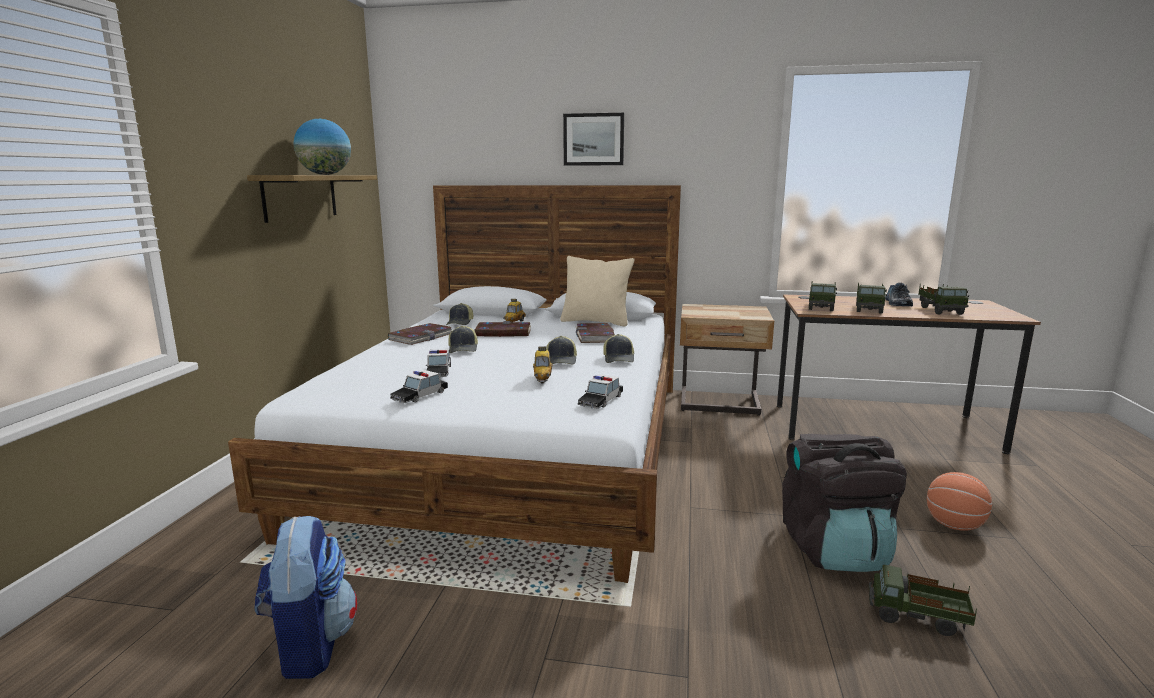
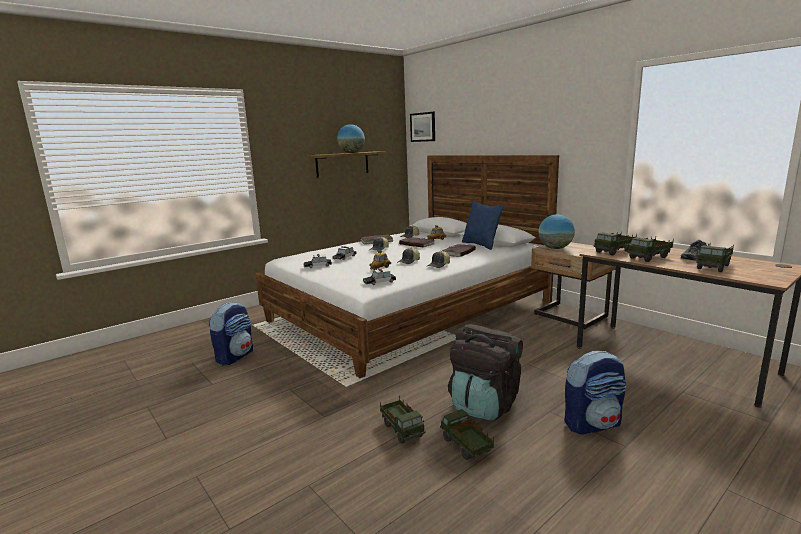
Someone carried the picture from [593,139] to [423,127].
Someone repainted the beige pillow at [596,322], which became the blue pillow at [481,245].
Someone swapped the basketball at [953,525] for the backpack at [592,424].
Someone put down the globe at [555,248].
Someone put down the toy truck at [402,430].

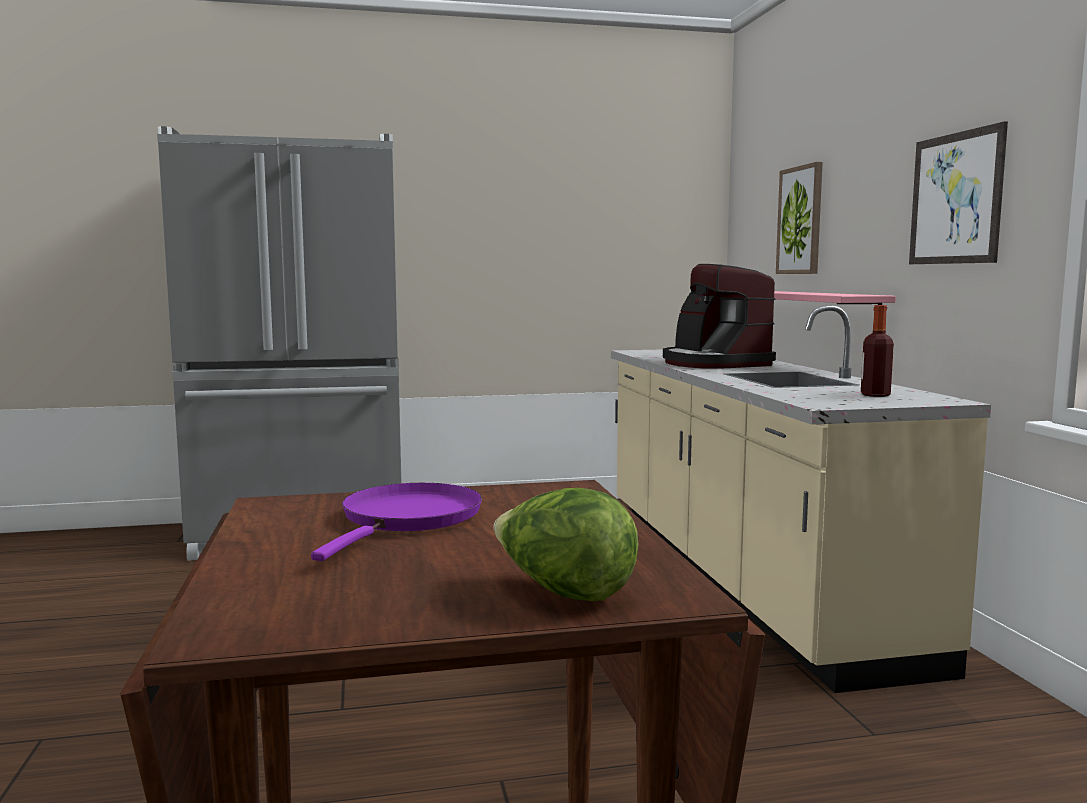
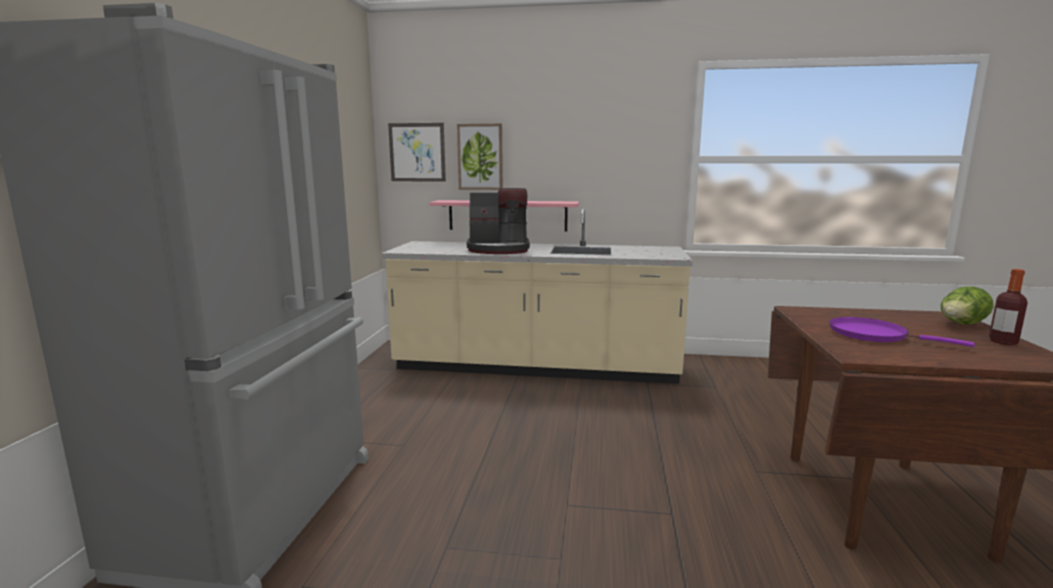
Someone carried the picture from [955,198] to [417,152].
Someone carried the bottle from [875,395] to [1003,342].

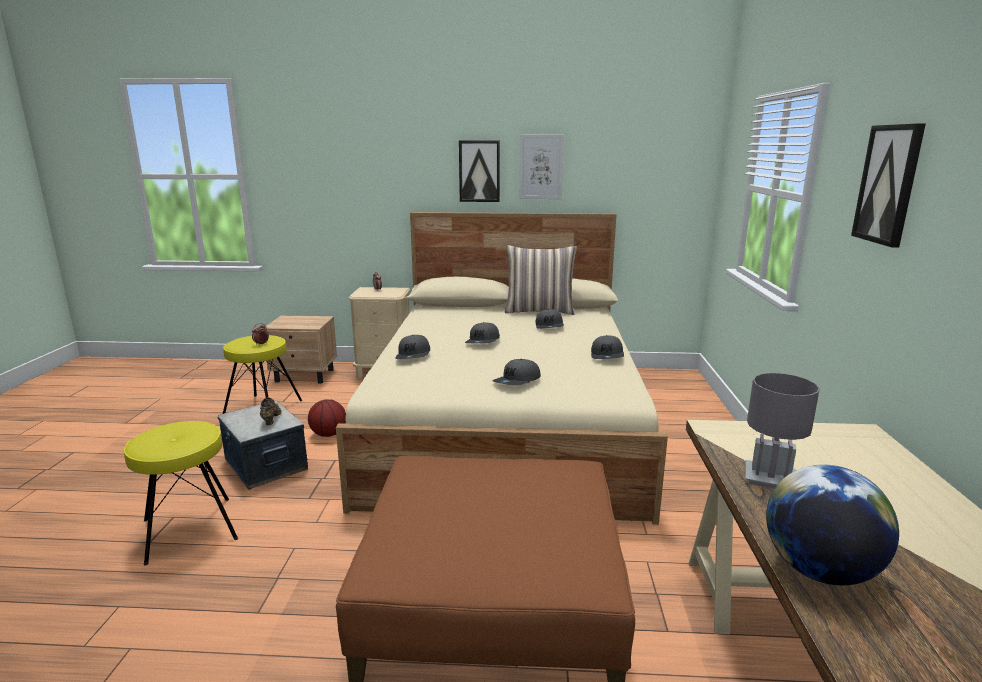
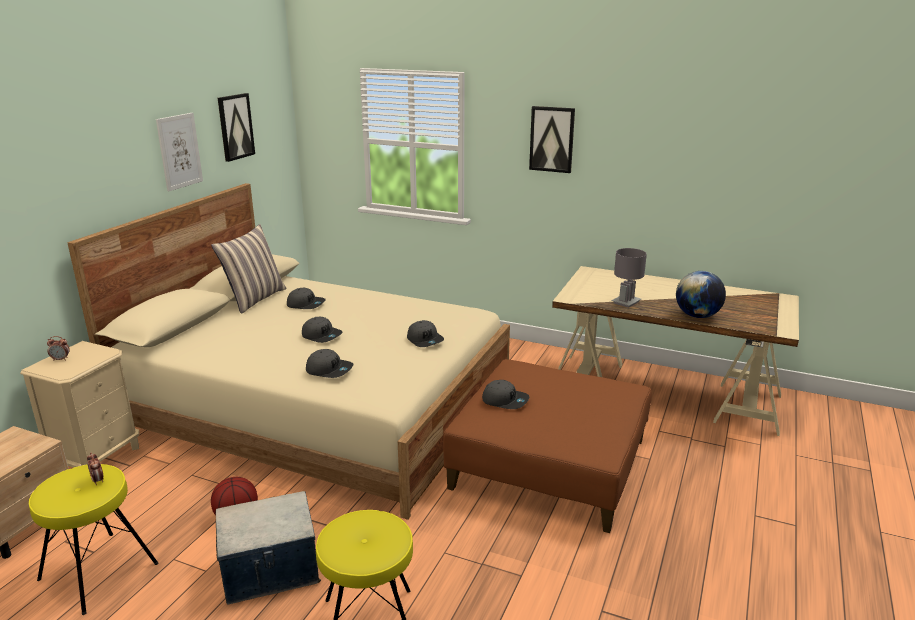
Someone carried the picture from [479,171] to [235,127].
Someone carried the grey cap from [607,356] to [505,400].
Someone took away the brown shoe at [271,419].

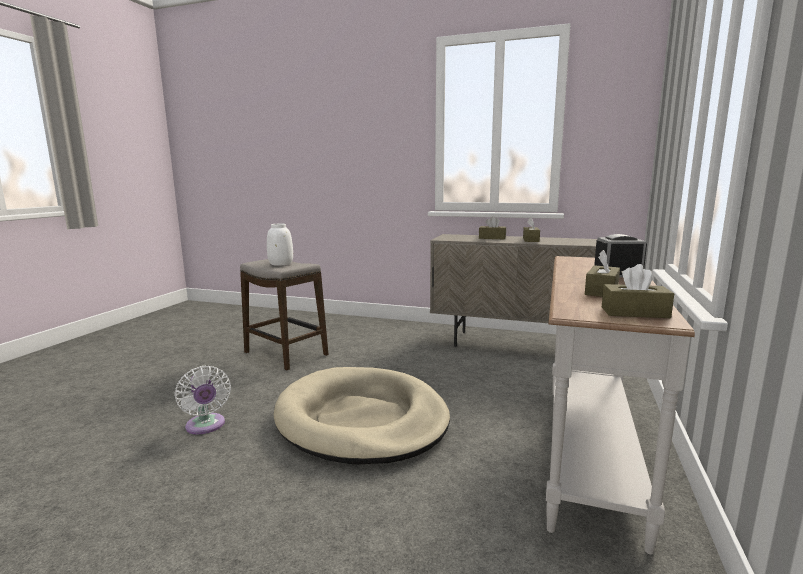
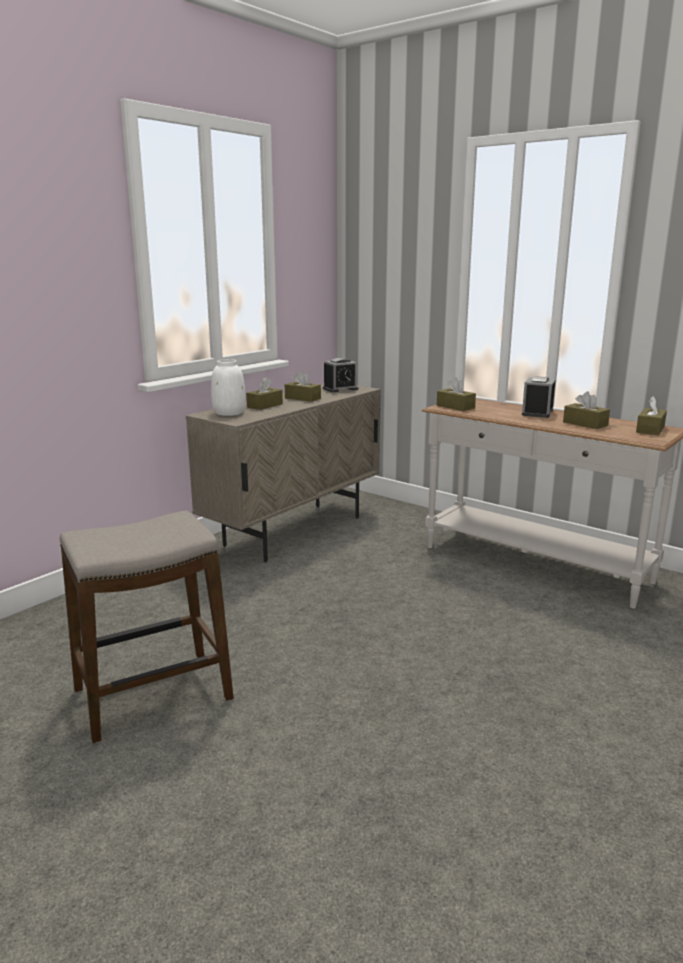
Someone carried the white vase from [280,263] to [229,413].
Someone took away the white fan at [206,426].
Someone took away the beige dog bed at [362,420].
Someone put down the alarm clock at [340,389].
Someone put down the brown tissue box at [455,407].

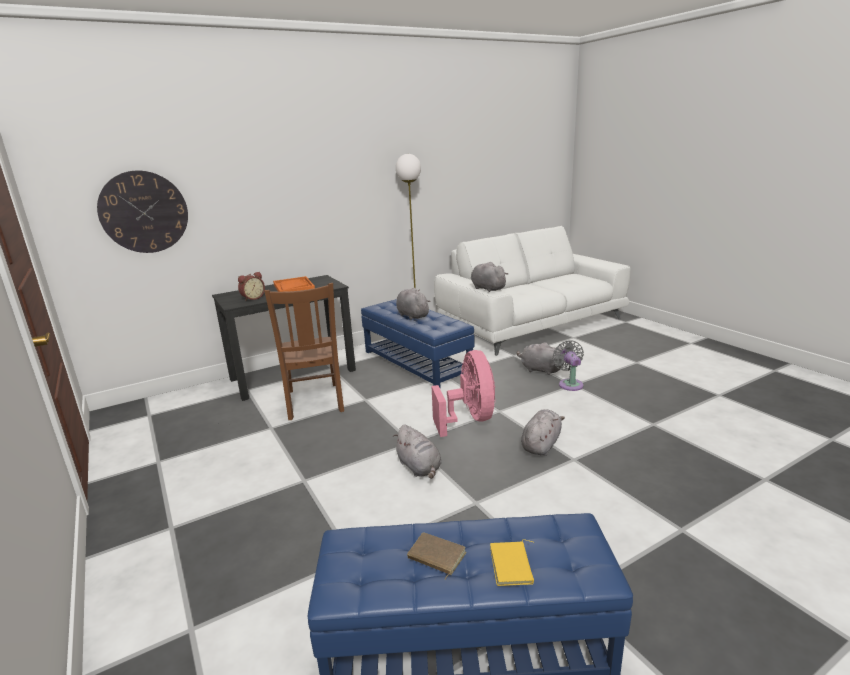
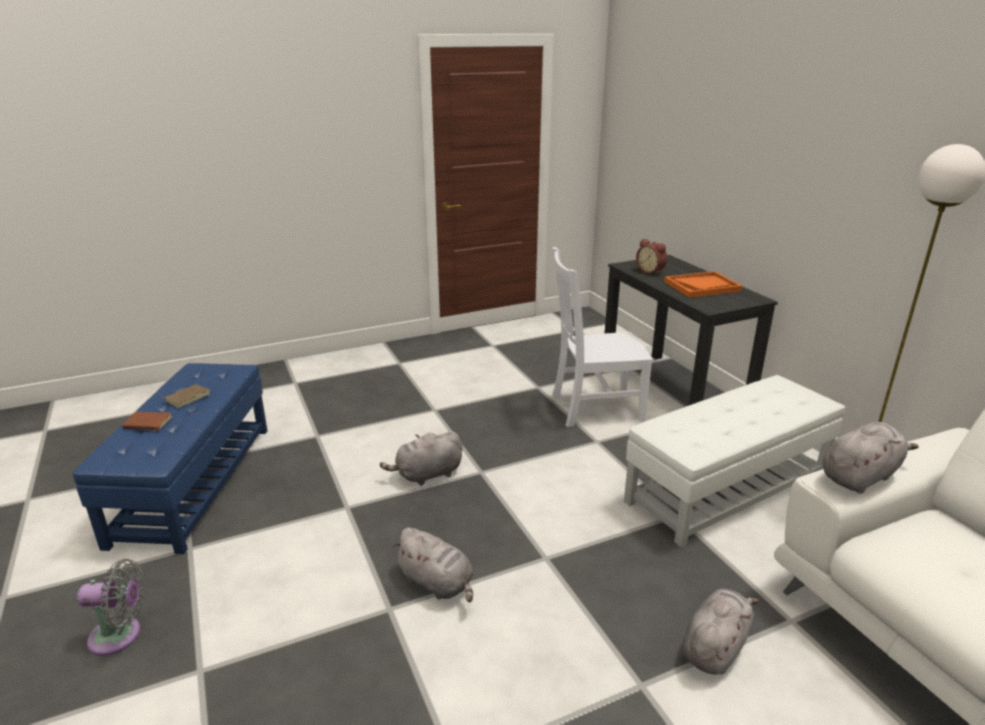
Someone took away the wall clock at [144,212].
Someone repainted the brown chair at [314,402], which became the white chair at [593,408].
Someone took away the grey plush toy at [412,315].
Someone repainted the blue ottoman at [415,363], which became the white ottoman at [726,488].
Someone carried the grey fan from [569,384] to [120,636].
Someone took away the pink fan at [469,419].
Someone repainted the yellow book at [513,566], which became the brown book at [147,424].

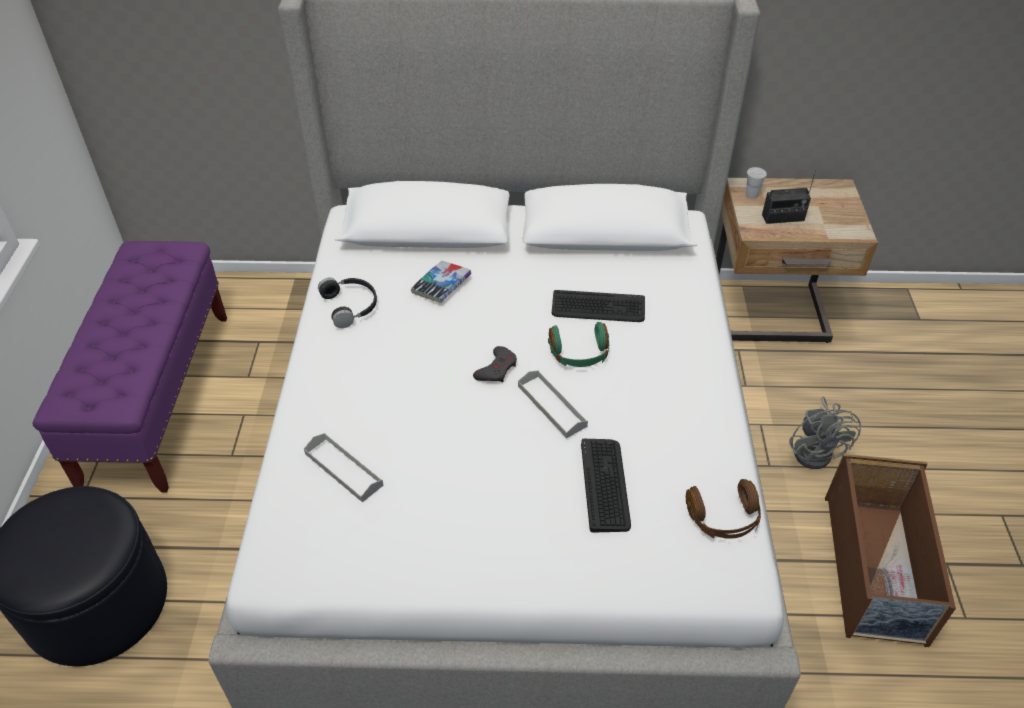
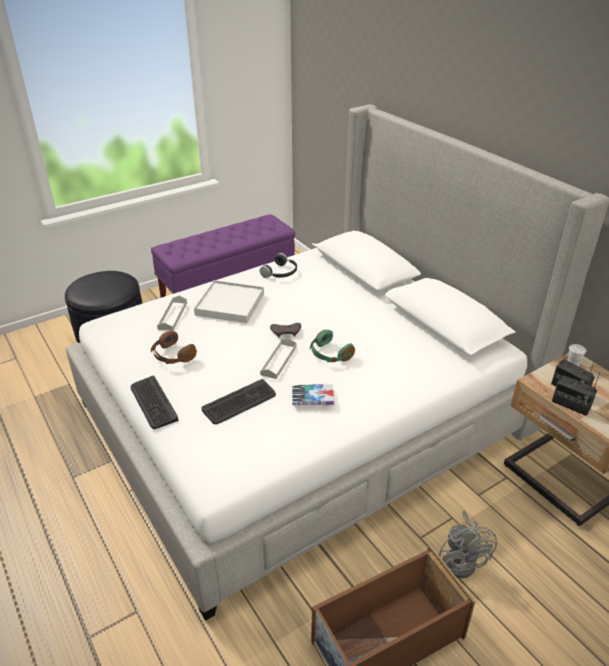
Someone carried the book from [441,286] to [312,398].
Someone carried the keyboard from [598,307] to [153,403].
Someone rotated the grey fan at [816,450] by 60 degrees counterclockwise.
Someone carried the brown headphones from [723,518] to [172,356].
Someone put down the white tray at [230,304].
Someone put down the radio at [570,405].

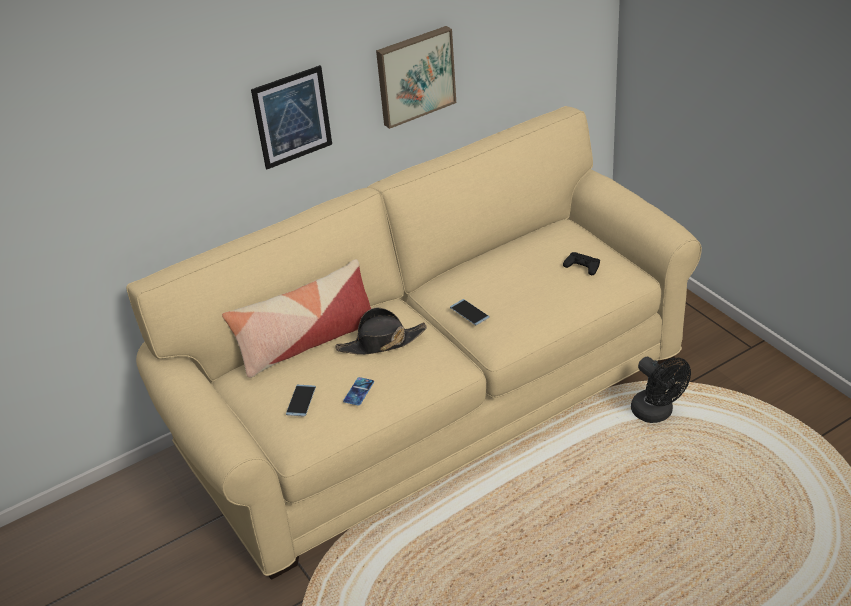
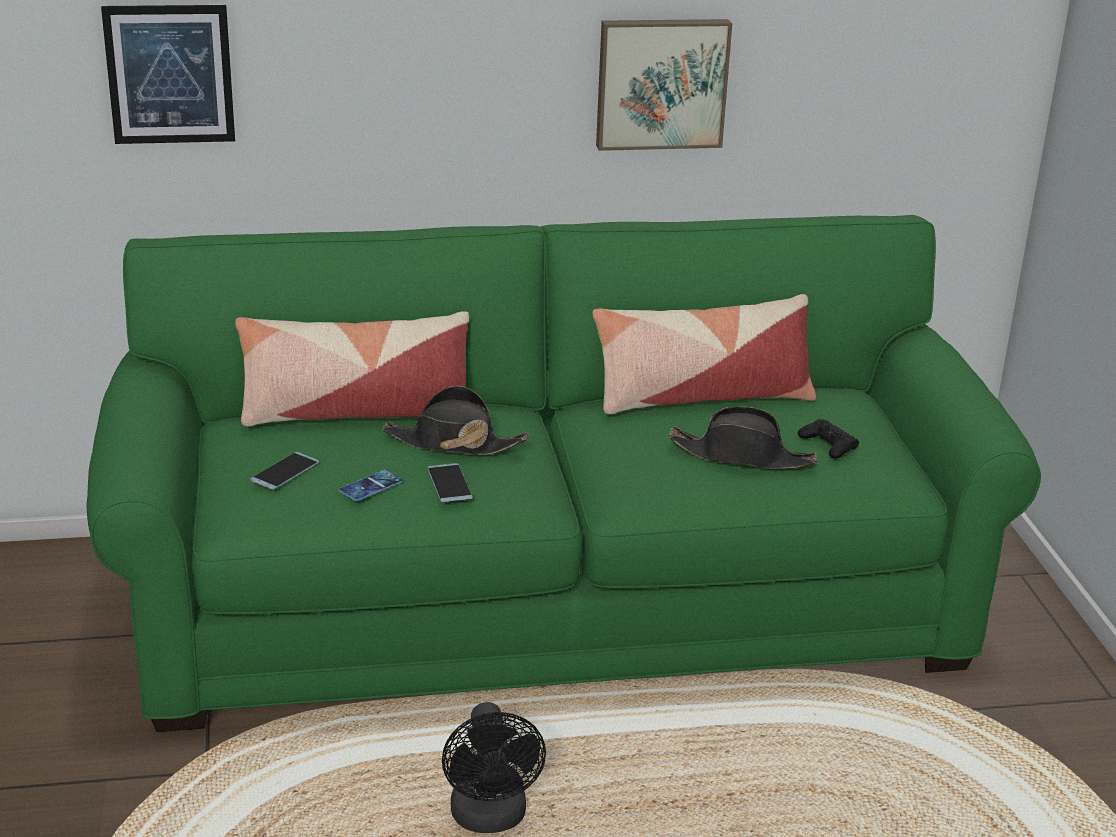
Someone carried the picture from [292,117] to [170,74].
Someone repainted the beige sofa at [435,404], which became the green sofa at [552,605].
Someone carried the phone from [469,312] to [449,483].
Someone carried the black fan from [657,413] to [490,818].
Someone put down the pillow at [702,397].
Someone put down the black hat at [742,456].

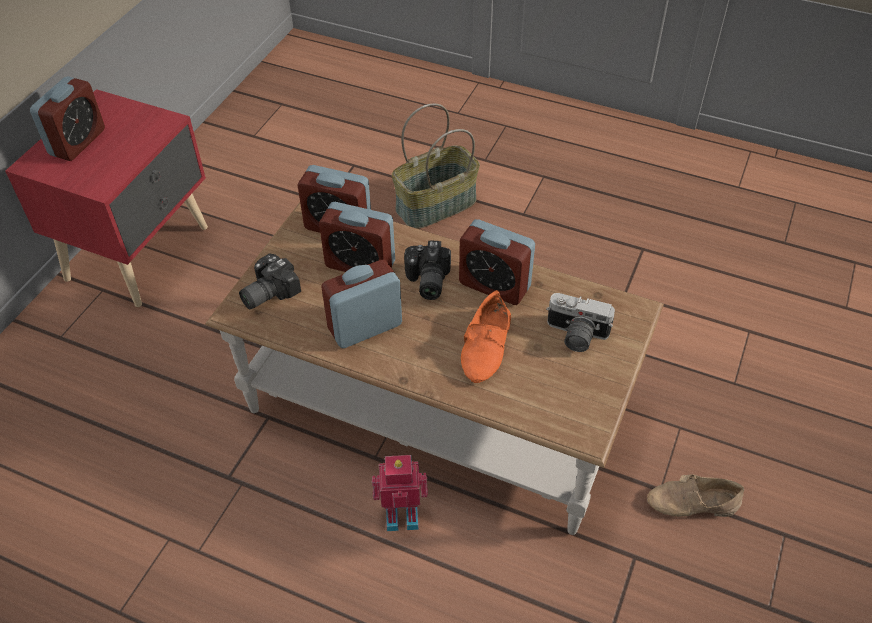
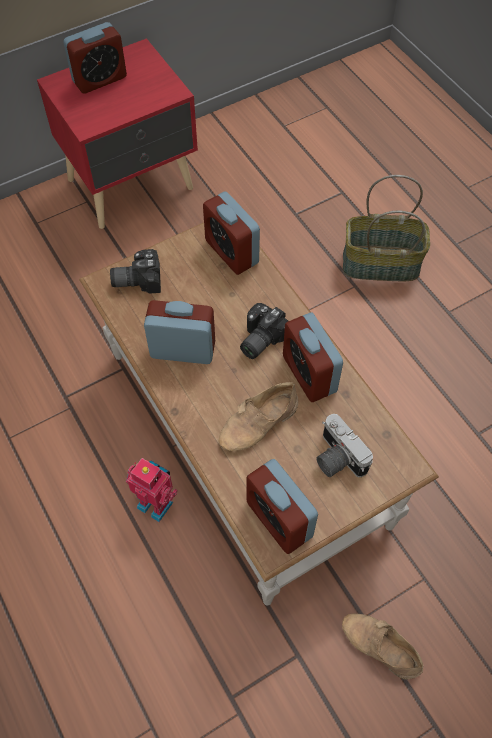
Someone carried the alarm clock from [360,264] to [279,519].
Someone repainted the orange shoe at [488,346], which became the beige shoe at [260,424].

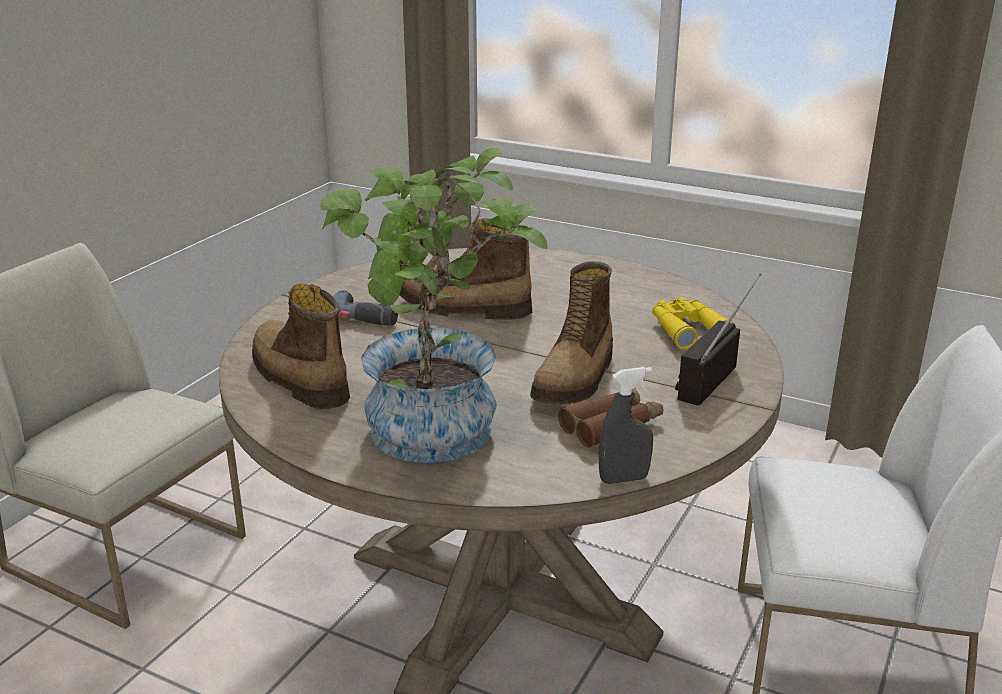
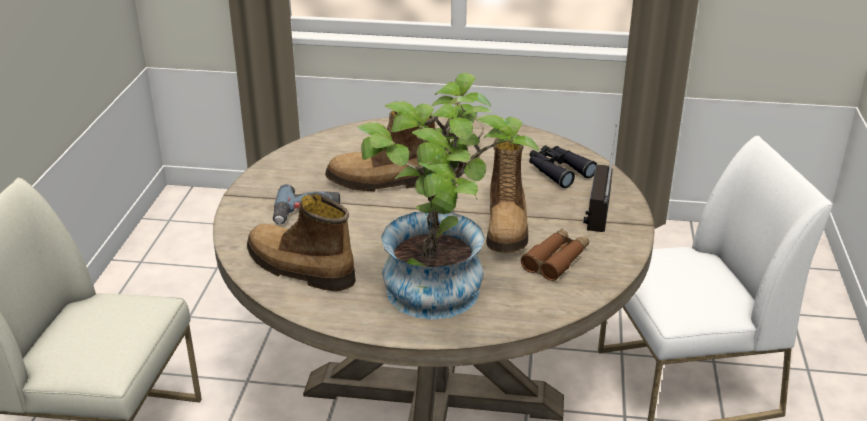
Someone repainted the yellow binoculars at [687,330], which became the black binoculars at [558,171].
Someone took away the grey spray bottle at [623,479].

